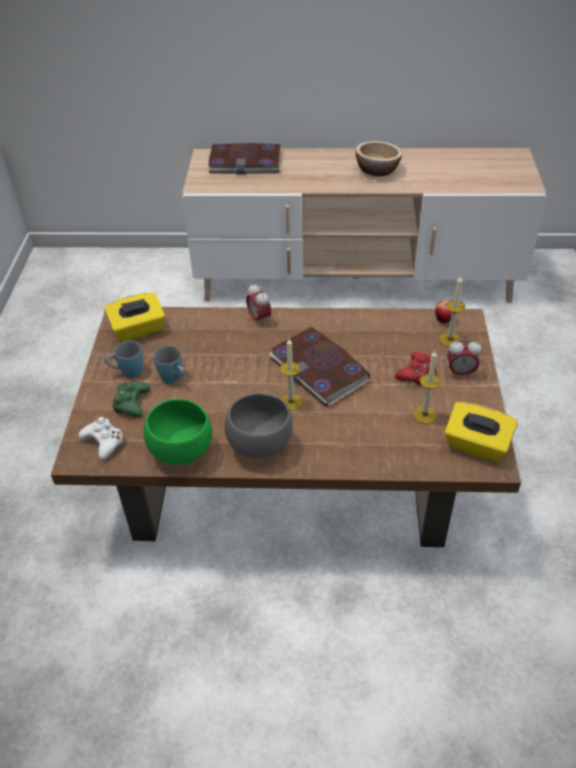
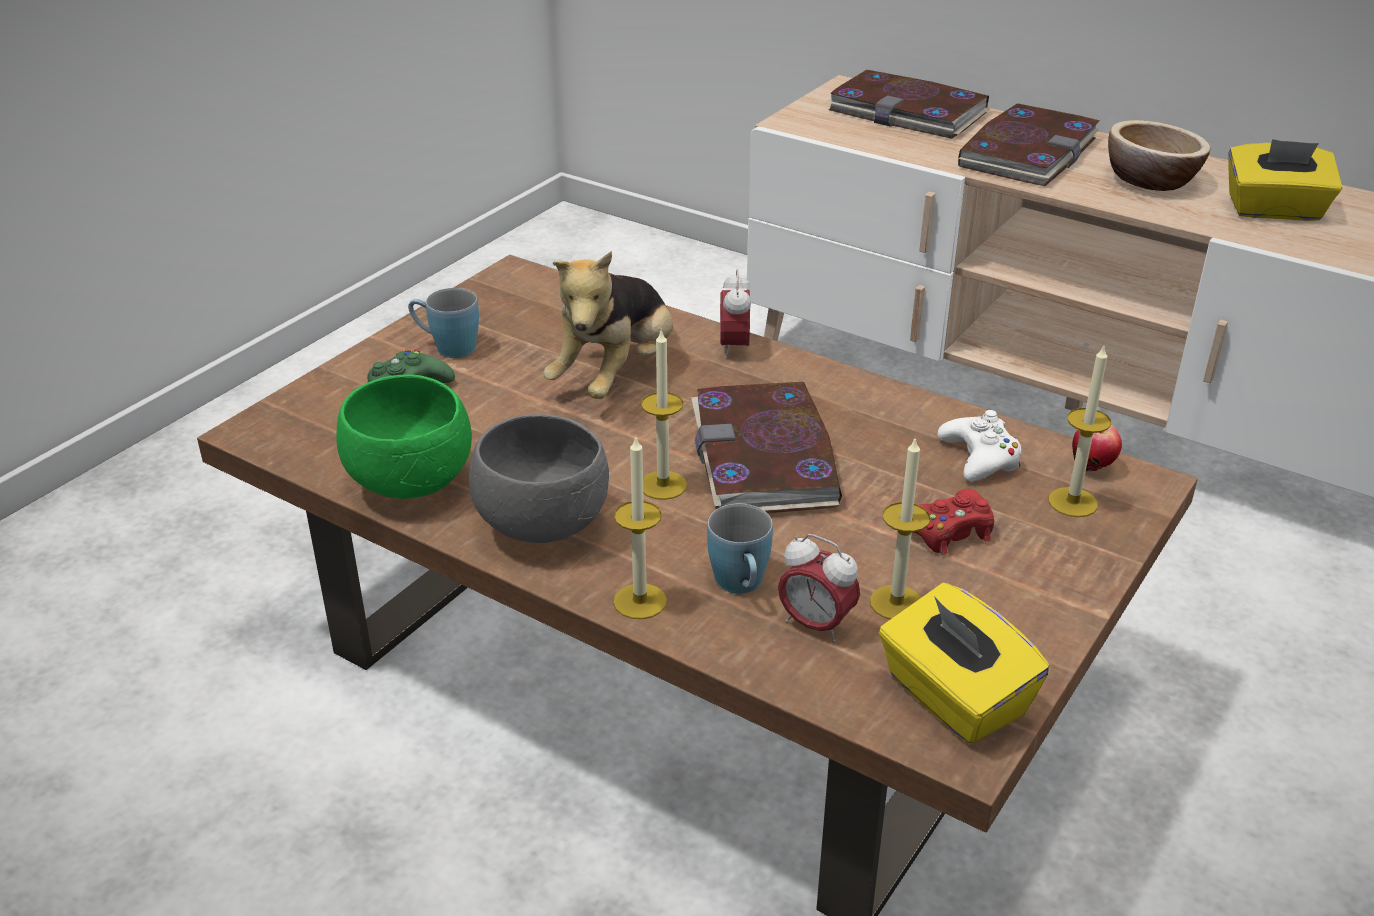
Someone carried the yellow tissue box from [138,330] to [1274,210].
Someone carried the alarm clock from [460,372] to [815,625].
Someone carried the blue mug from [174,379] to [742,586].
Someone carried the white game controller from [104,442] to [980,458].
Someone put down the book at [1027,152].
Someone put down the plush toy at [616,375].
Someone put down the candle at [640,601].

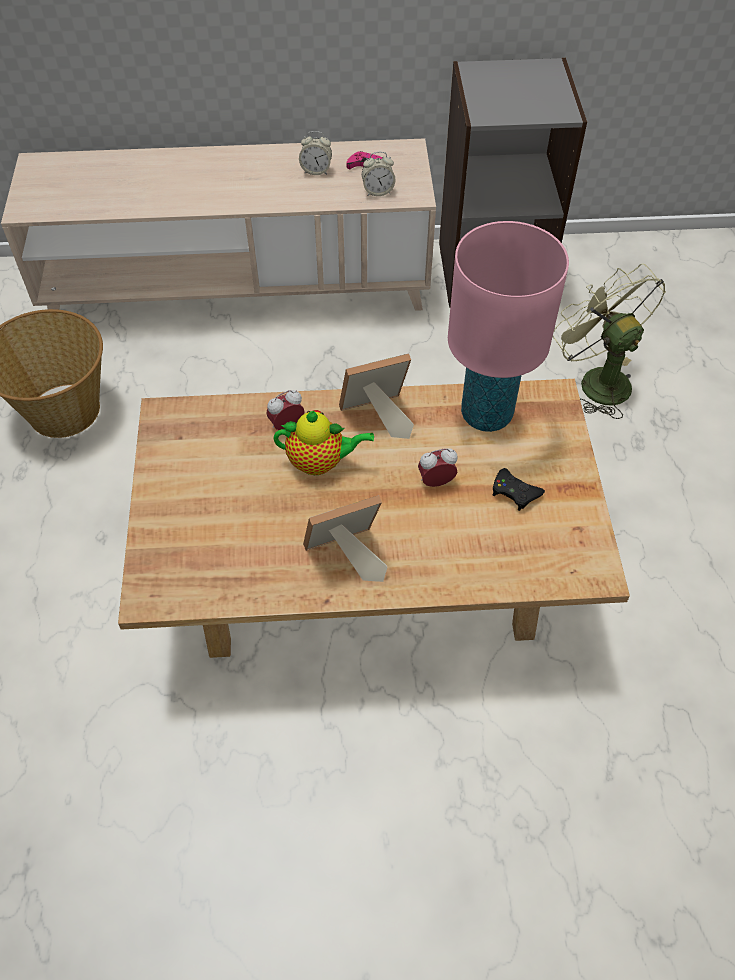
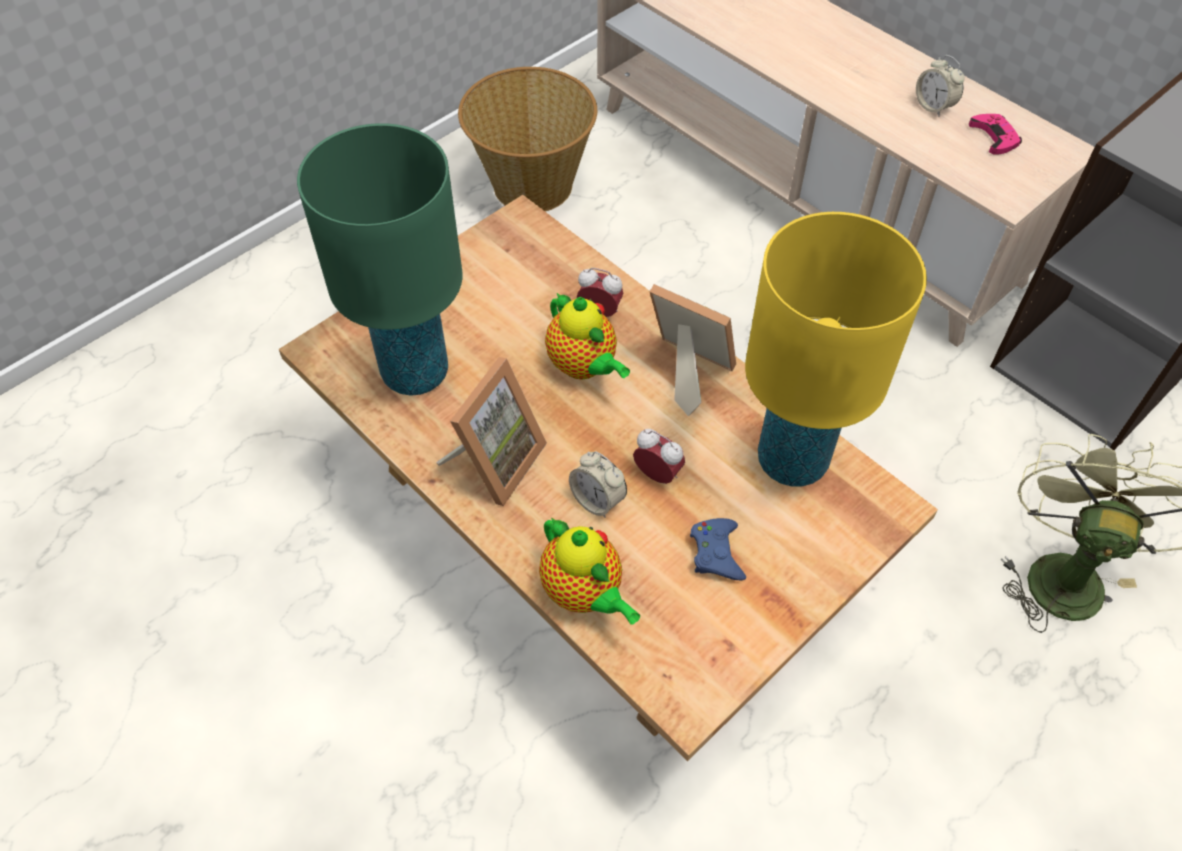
Someone carried the alarm clock from [378,191] to [597,500].
Someone repainted the pink table lamp at [486,414], which became the yellow table lamp at [792,460].
Someone repainted the black game controller at [515,492], which became the blue game controller at [716,553].
Someone rotated the picture frame at [345,557] by 90 degrees clockwise.
Someone put down the green table lamp at [416,373].
Someone put down the teapot at [584,593].

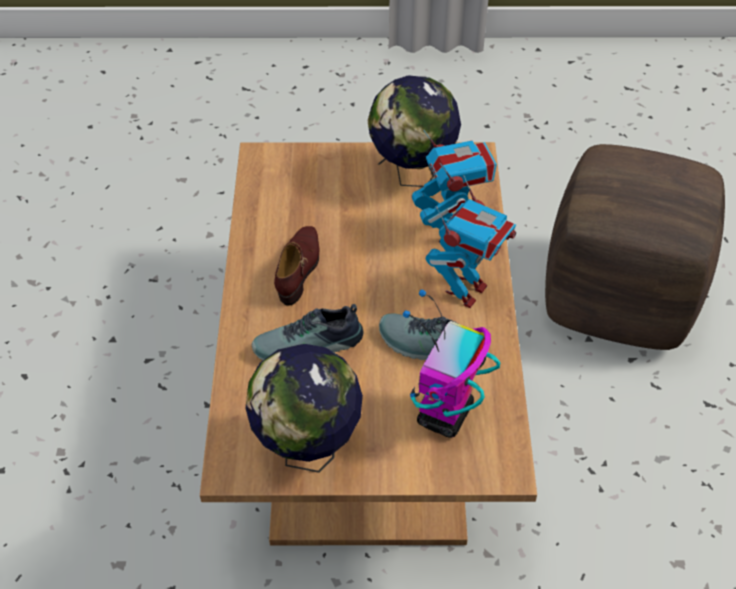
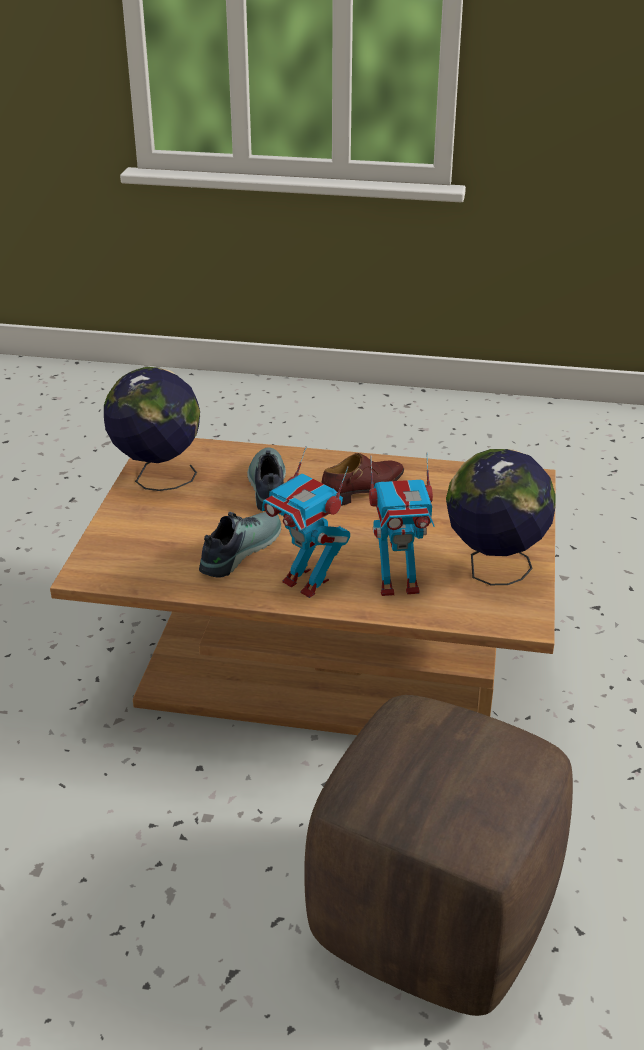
Someone rotated the brown shoe at [299,269] by 60 degrees counterclockwise.
Someone took away the toy robot at [444,416].

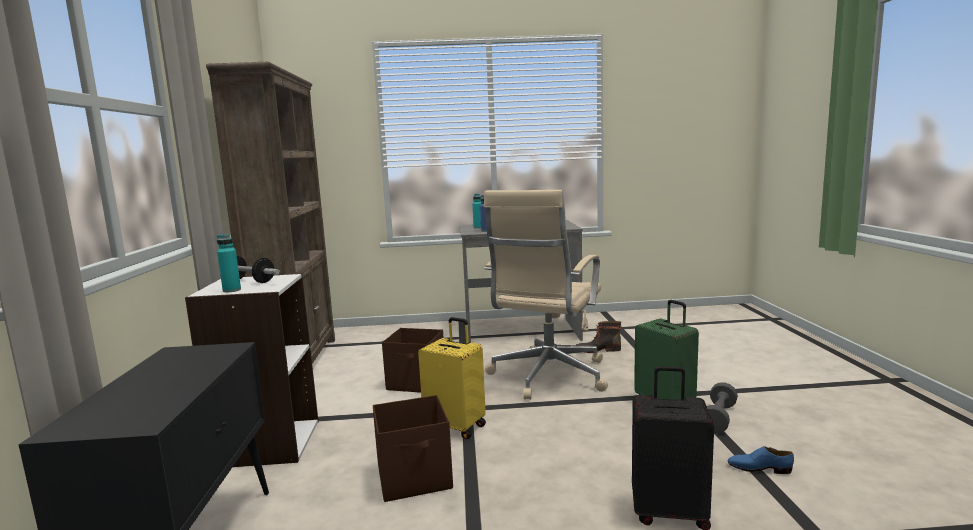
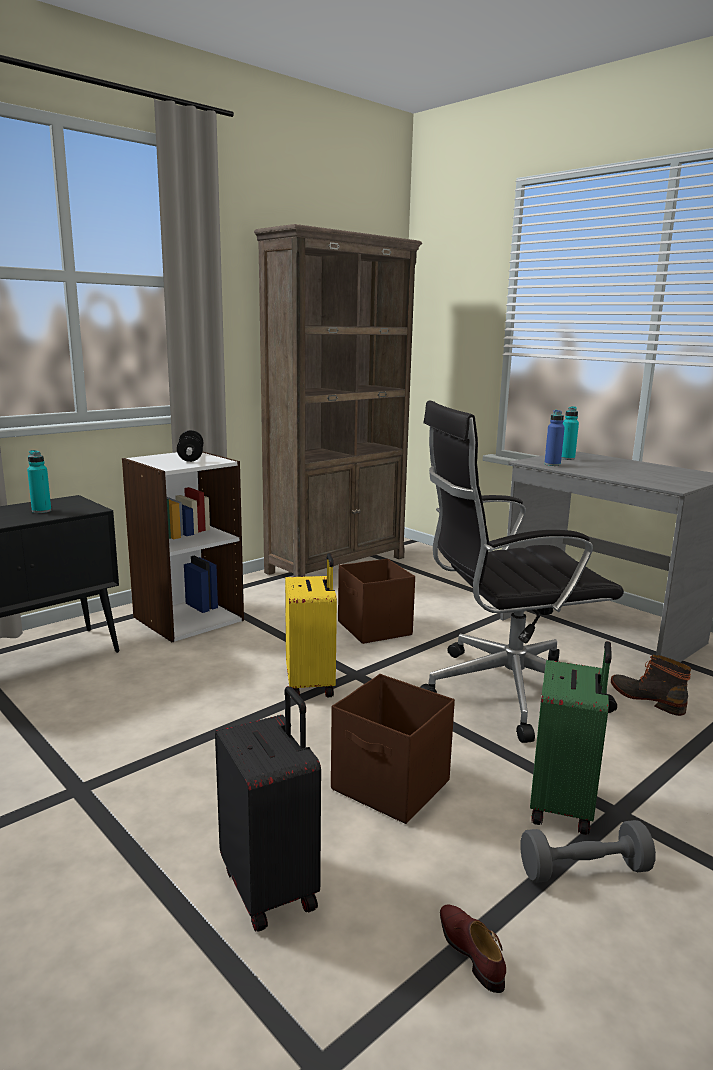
Someone repainted the beige office chair at [547,376], which became the black office chair at [504,691].
Someone carried the turquoise bottle from [232,290] to [41,511].
Someone carried the brown storage box from [415,478] to [391,786].
Someone repainted the blue shoe at [759,468], which became the brown shoe at [471,951].

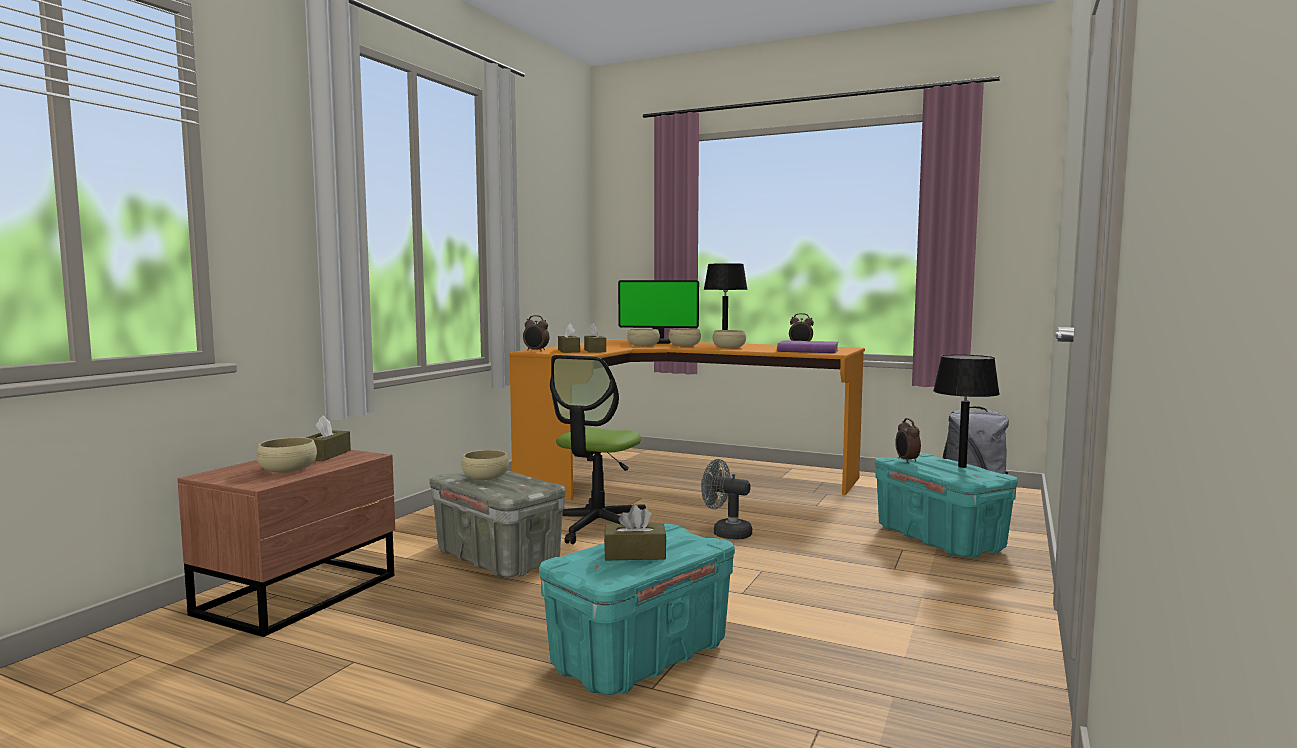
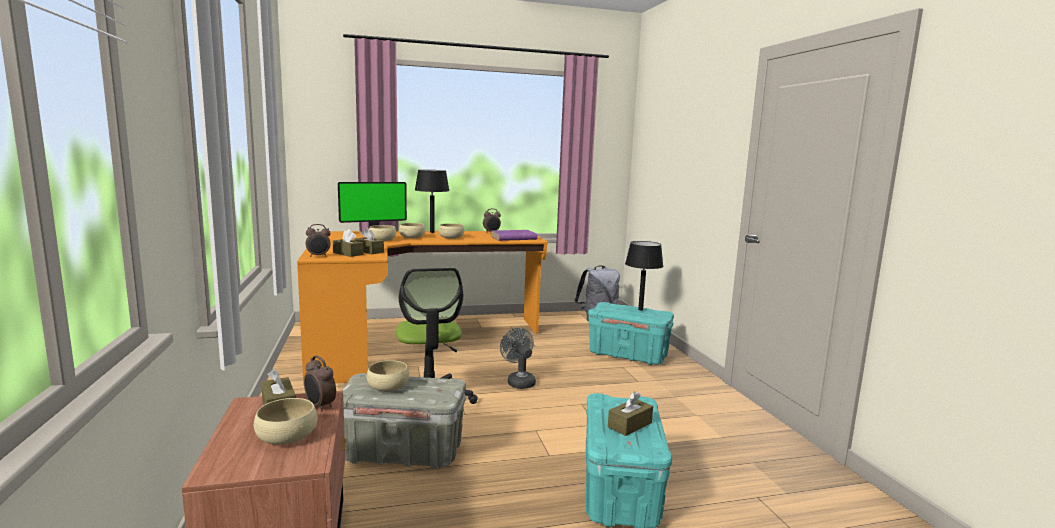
Someone carried the alarm clock from [906,460] to [320,406].
Someone rotated the grey fan at [726,533] by 75 degrees clockwise.

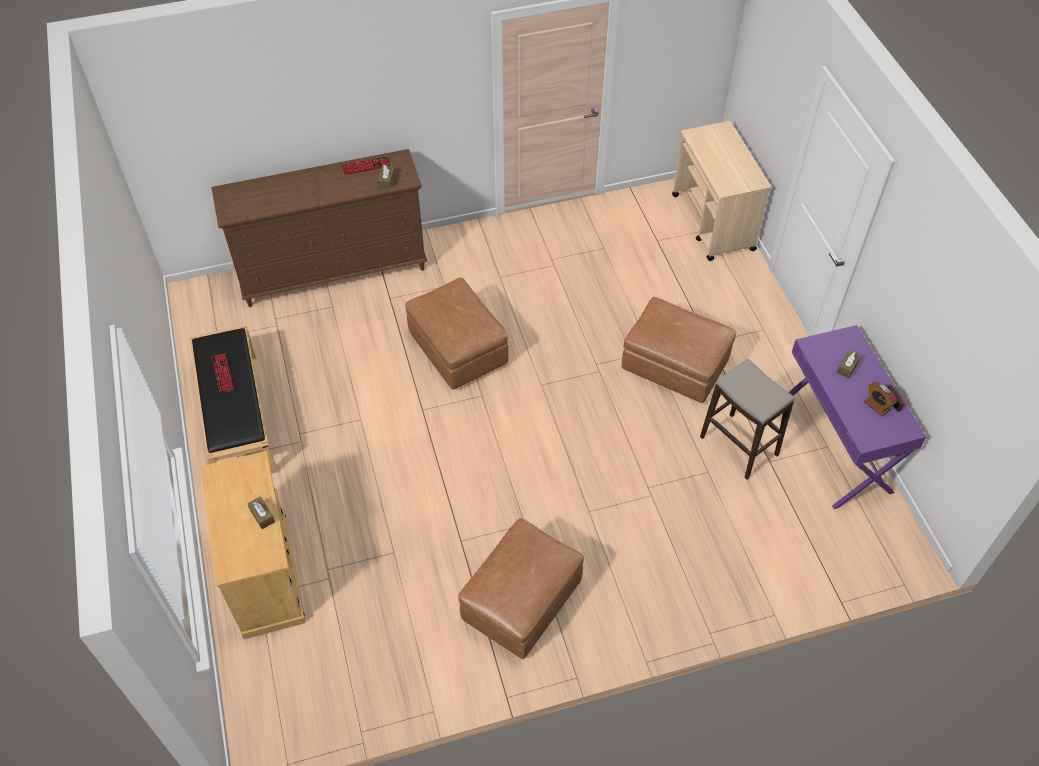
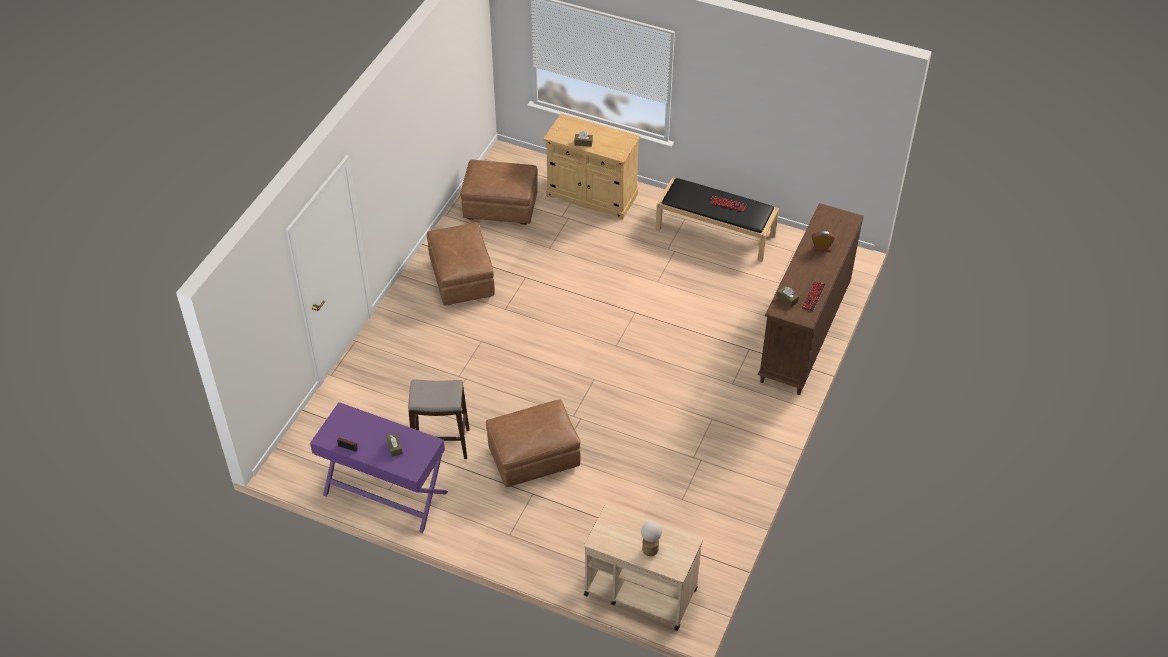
Someone carried the brown ottoman from [457,350] to [500,207].
Someone carried the alarm clock from [877,406] to [821,248].
Someone put down the table lamp at [650,547].

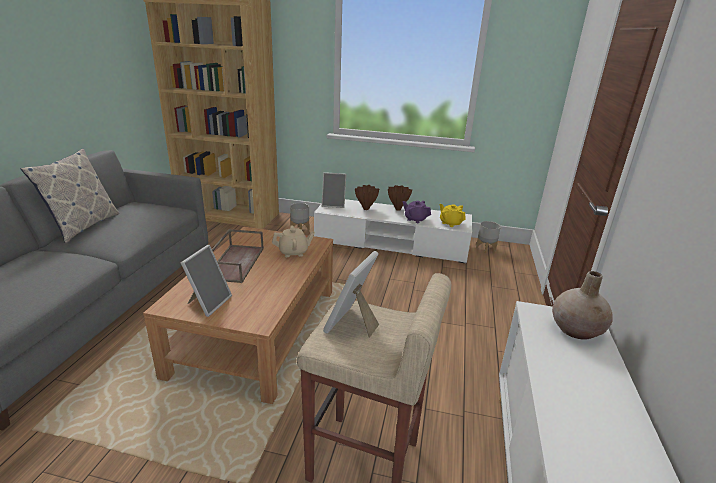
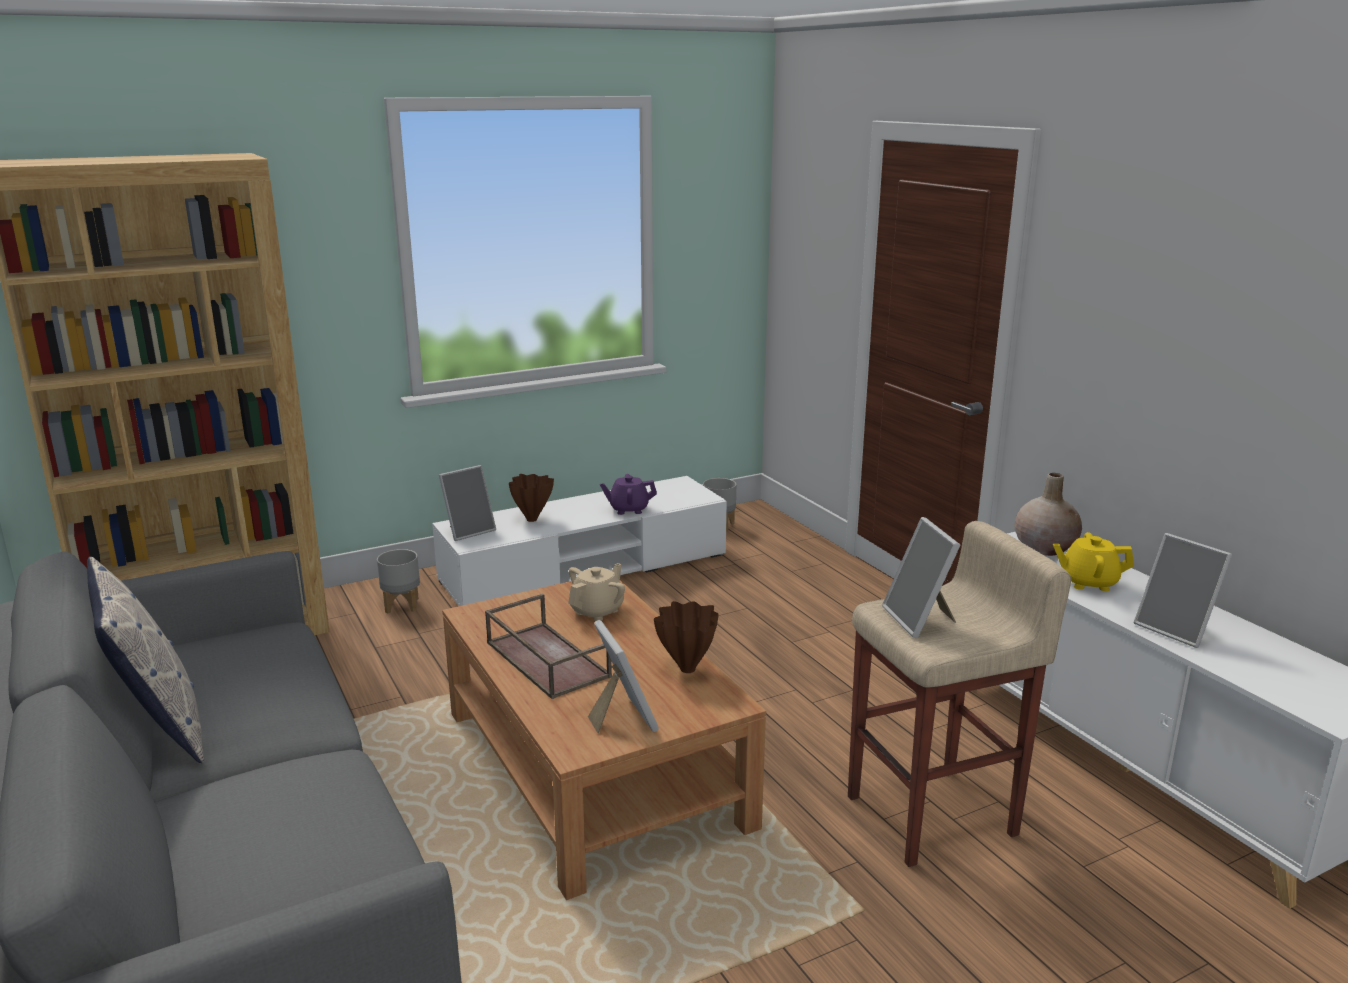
Someone carried the brown vase from [398,209] to [687,668].
Someone carried the yellow teapot from [450,223] to [1088,582].
Someone put down the picture frame at [1176,629].

